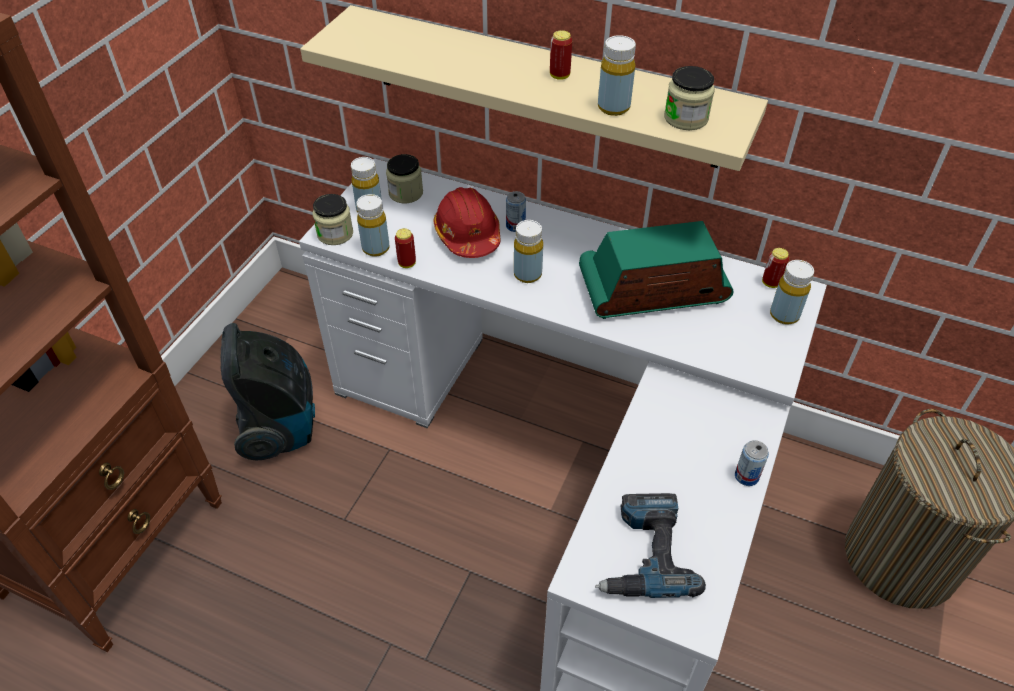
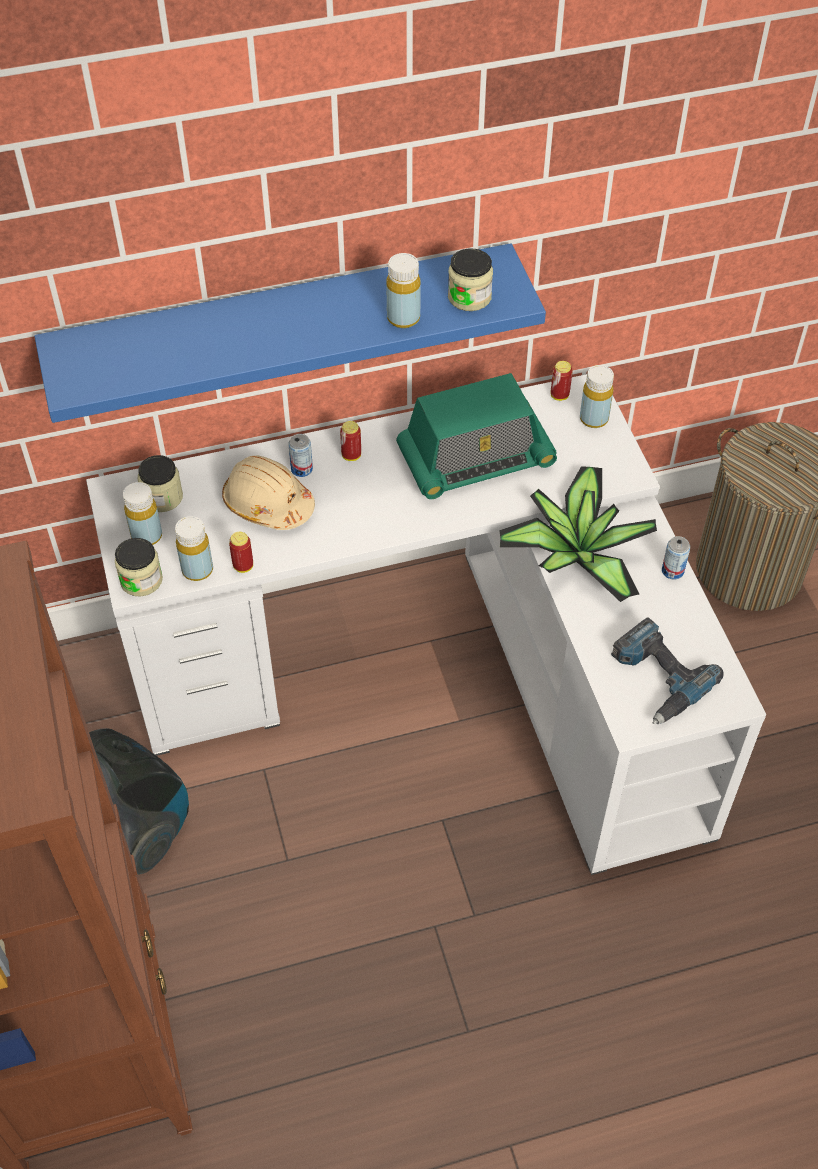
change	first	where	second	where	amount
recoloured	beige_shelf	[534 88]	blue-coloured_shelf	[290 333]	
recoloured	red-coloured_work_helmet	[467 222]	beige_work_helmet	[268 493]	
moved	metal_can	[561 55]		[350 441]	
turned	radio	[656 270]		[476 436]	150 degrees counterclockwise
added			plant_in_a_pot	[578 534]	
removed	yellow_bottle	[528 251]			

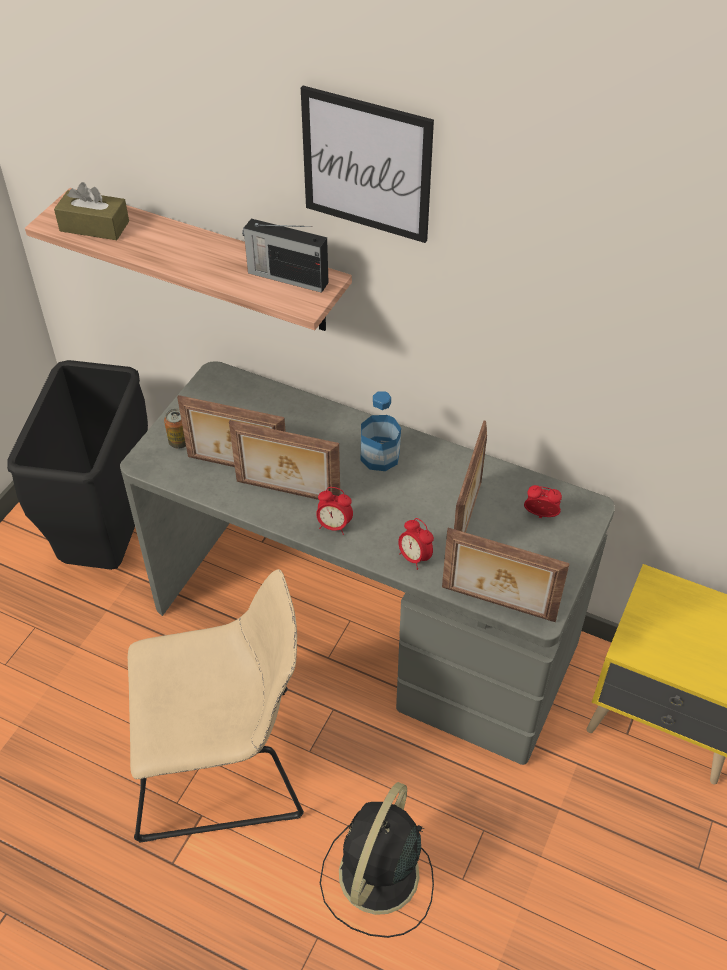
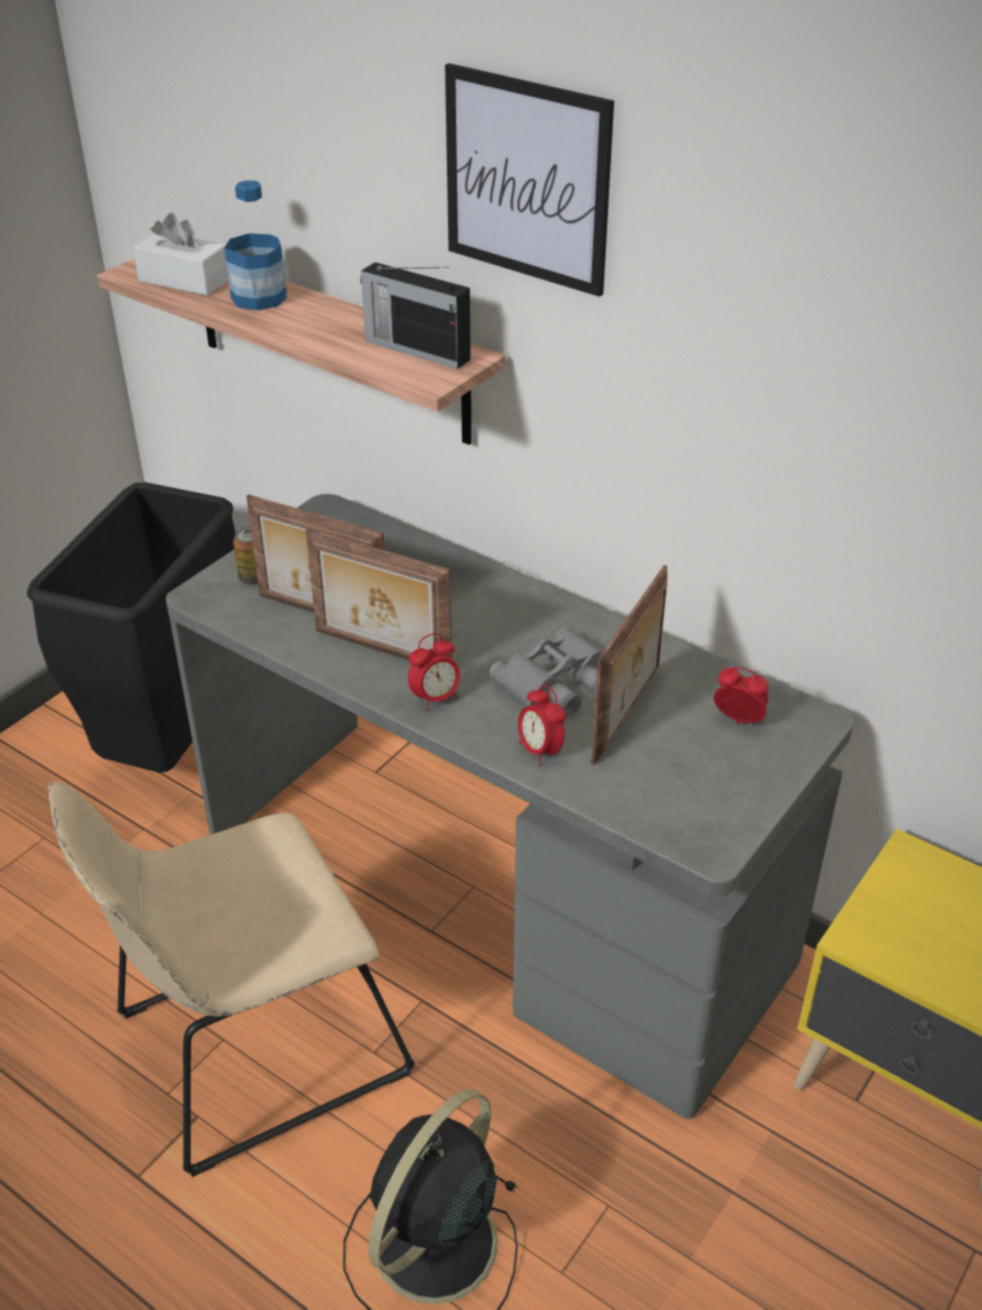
change	first	where	second	where	amount
turned	beige_plain_chair	[216 706]		[231 979]	150 degrees clockwise
recoloured	brown-coloured_tissue_holder	[91 211]	whitish_tissue_holder	[181 254]	
moved	bottle	[381 431]		[255 245]	
turned	alarm_clock	[334 511]		[434 672]	60 degrees counterclockwise
added			gray_binoculars	[546 671]	
removed	standing_frame	[506 575]			

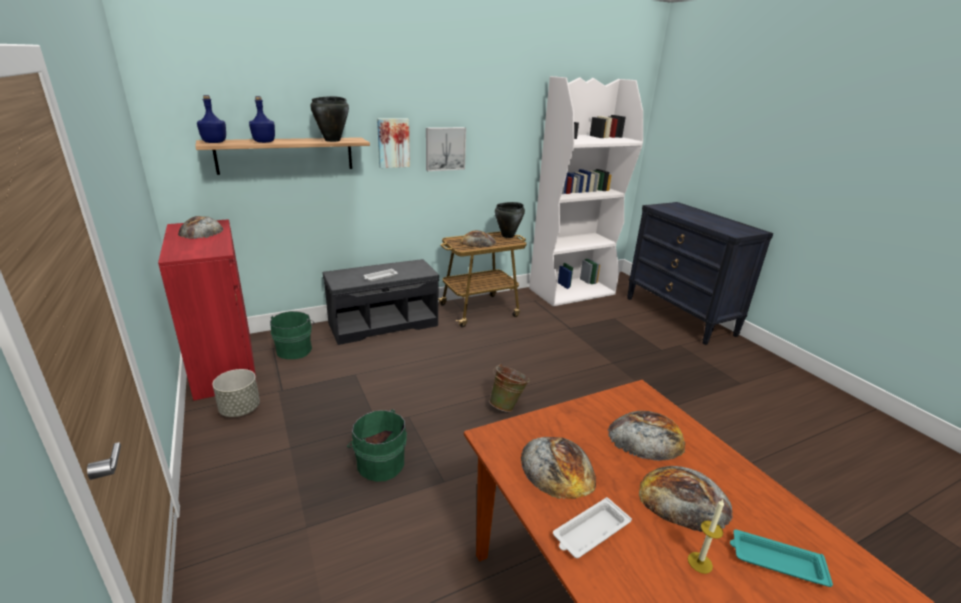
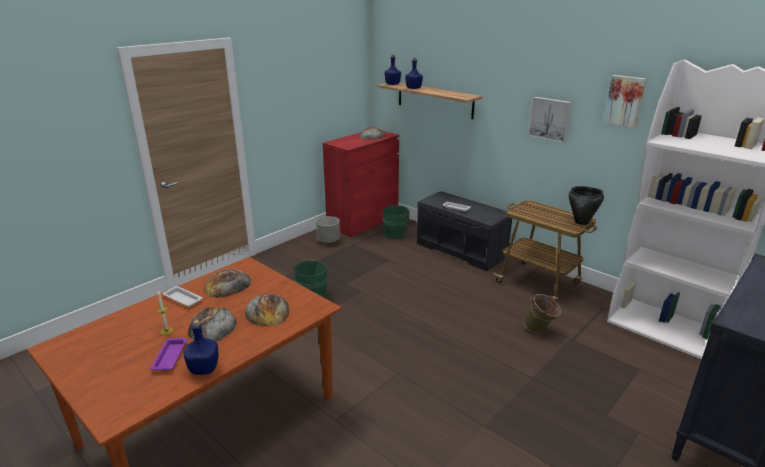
change	first	where	second	where	amount
recoloured	turquoise_serving_tray	[781 558]	purplish_serving_tray	[168 353]	
added			blue-coloured_bottle	[201 347]	
moved	green_water_bucket	[509 388]		[542 313]	
moved	picture	[393 143]		[624 101]	
removed	black_stockpot	[329 119]			
removed	bakery_bread	[478 238]			

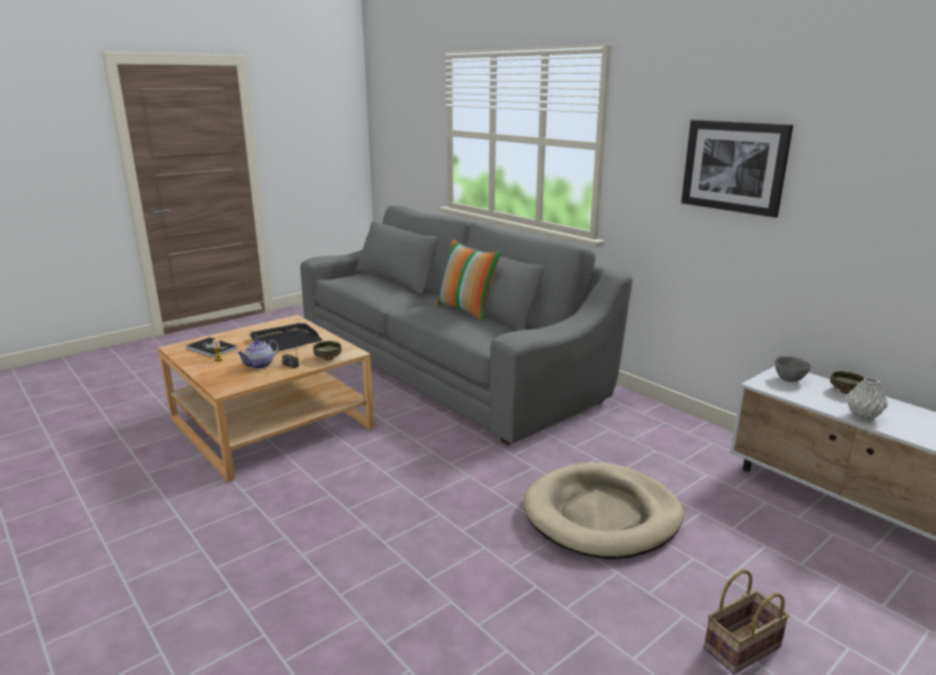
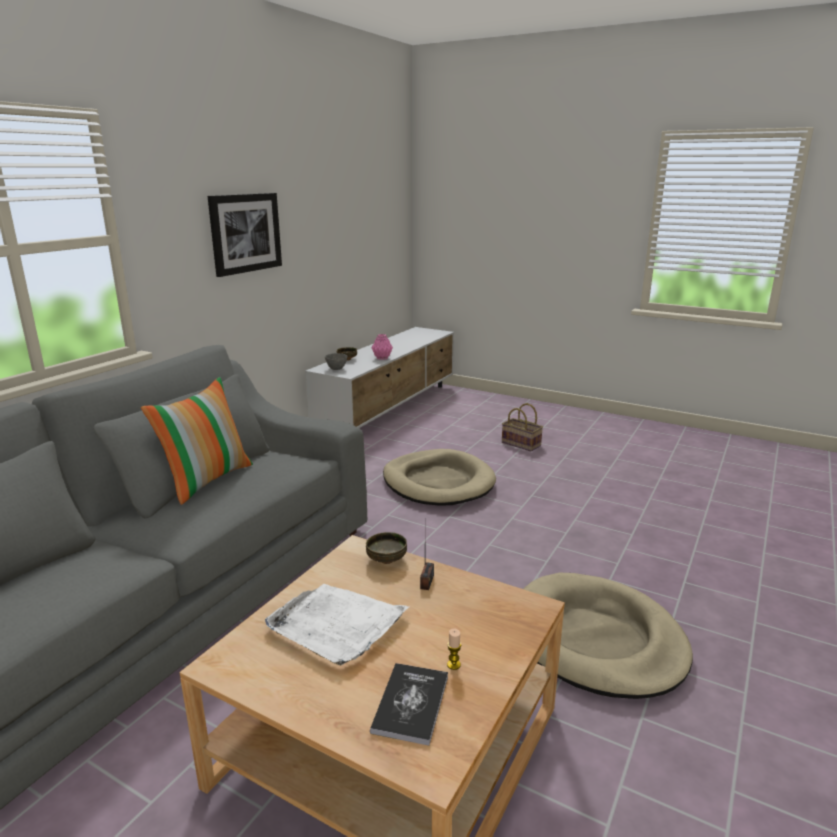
change	first	where	second	where	amount
recoloured	black_serving_tray	[286 337]	whitish_serving_tray	[337 624]	
recoloured	gray_decorative_vase	[867 399]	pink_decorative_vase	[382 347]	
added			beige_pet_bed	[608 636]	
removed	teapot	[258 354]			

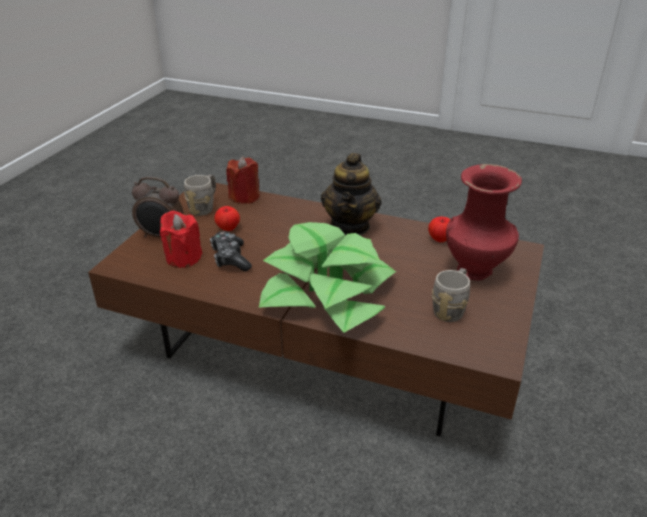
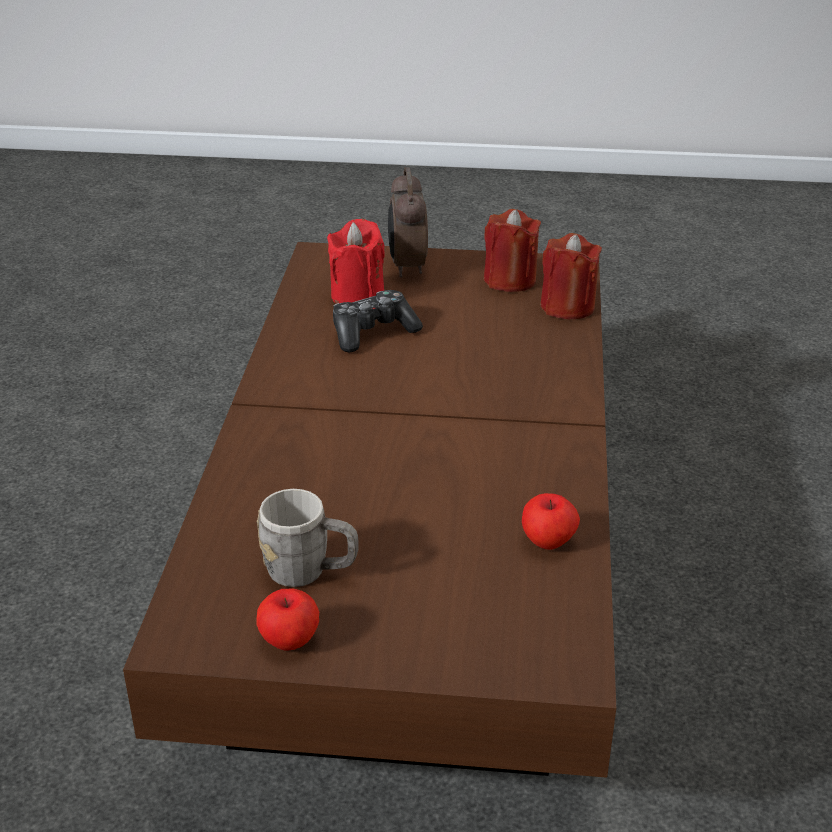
change	first	where	second	where	amount
moved	apple	[227 218]		[287 620]	
replaced	gray_coffee_mug	[200 195]	red-coloured_wax_candle	[512 250]	
removed	plant_in_a_pot	[327 277]			
removed	teapot	[351 194]			
removed	red-coloured_decorative_vase	[484 222]			

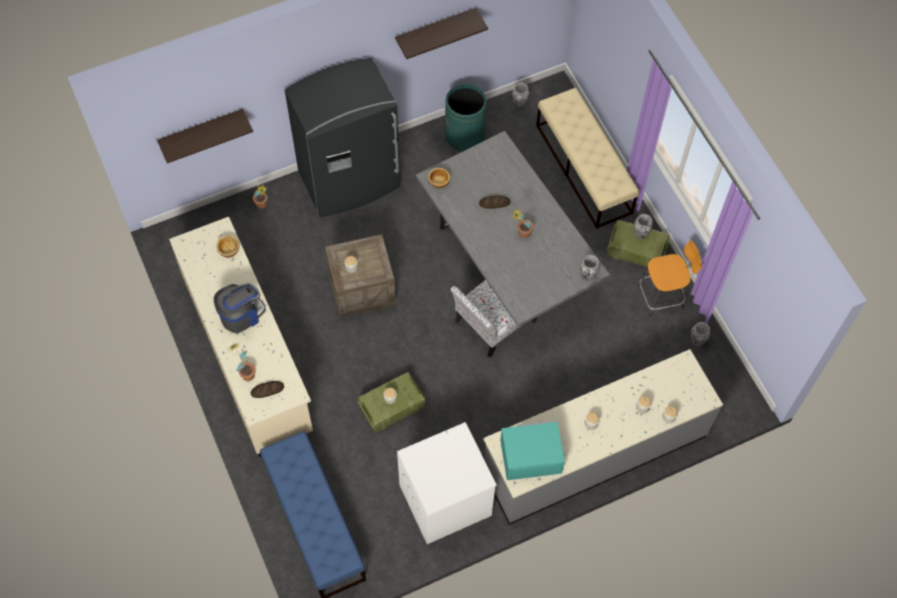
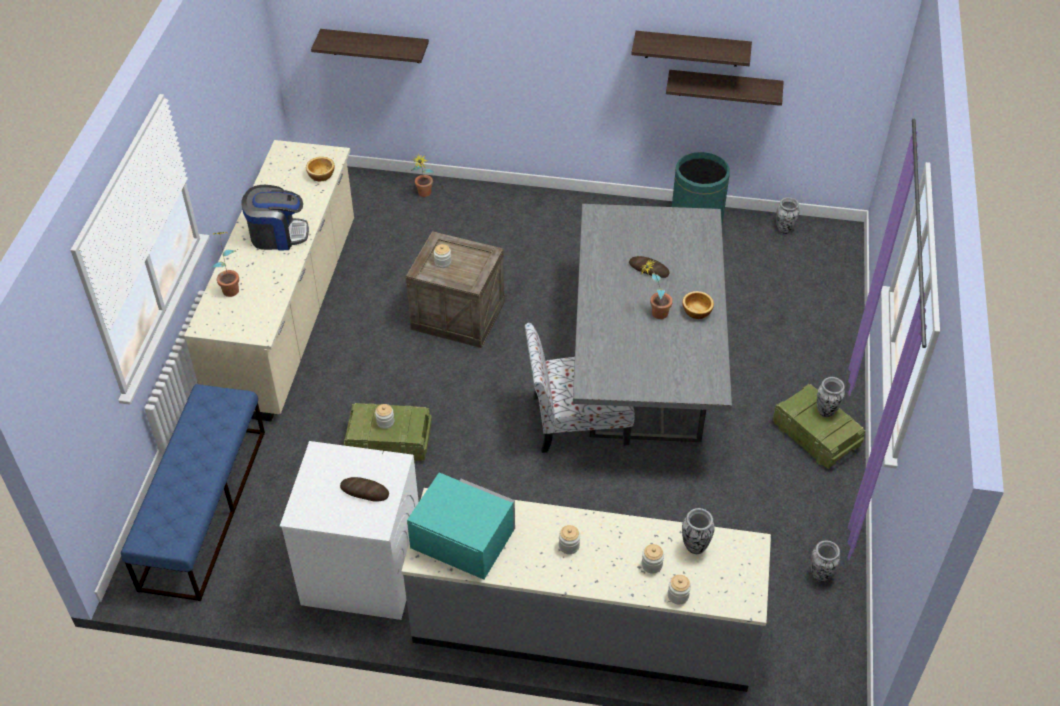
change	first	where	second	where	amount
moved	bakery_bread	[267 389]		[364 489]	
added			shelf	[725 88]	
moved	serving_bowl	[439 178]		[698 305]	
moved	decorative_vase	[590 268]		[698 531]	
removed	gray_kitchen_fridge	[343 137]			
removed	beige_bench	[587 158]			
removed	orangey_stool	[670 278]			

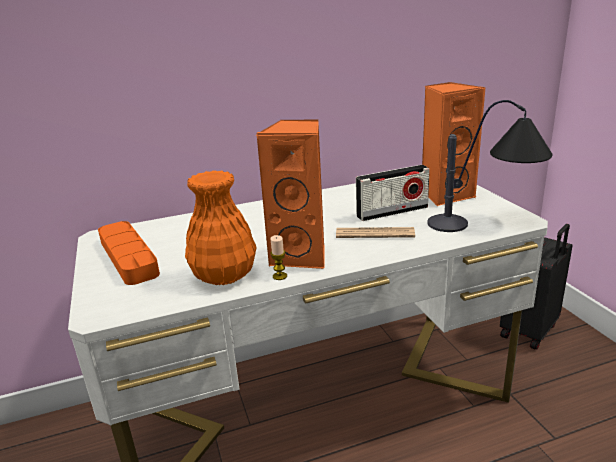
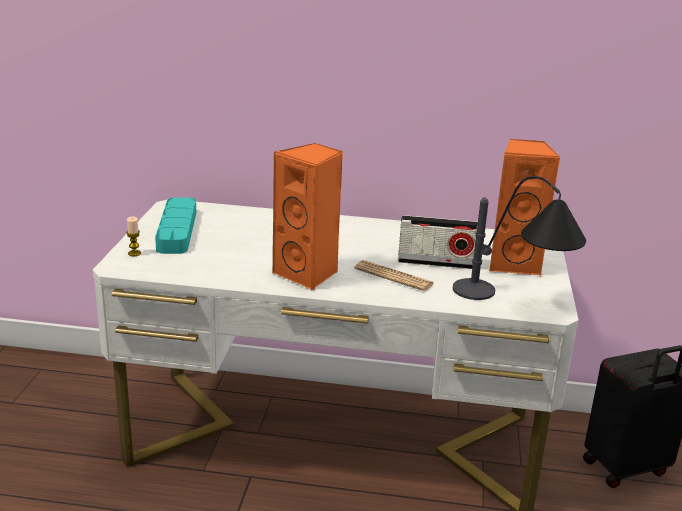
change	first	where	second	where	amount
moved	wax_candle	[278 257]		[133 236]	
recoloured	orangey_serving_tray	[129 253]	turquoise_serving_tray	[175 225]	
removed	orangey_decorative_vase	[220 227]			

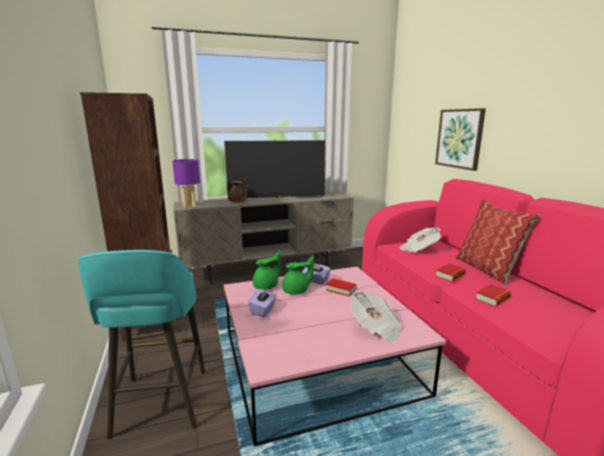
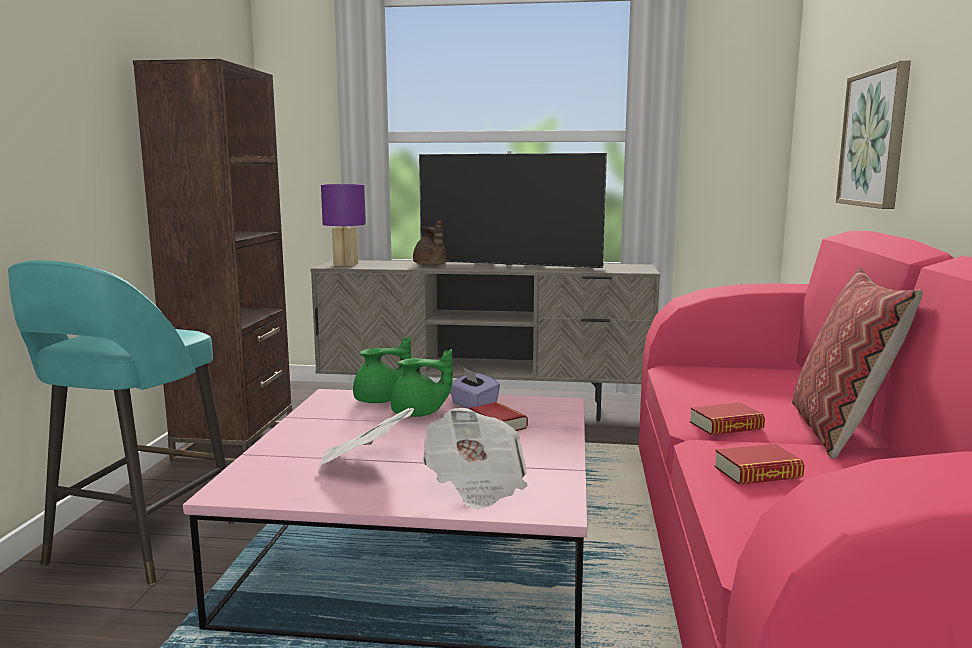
change	first	where	second	where	amount
moved	printed_paper	[420 240]		[365 437]	
removed	purplish_tissue_holder	[262 302]			

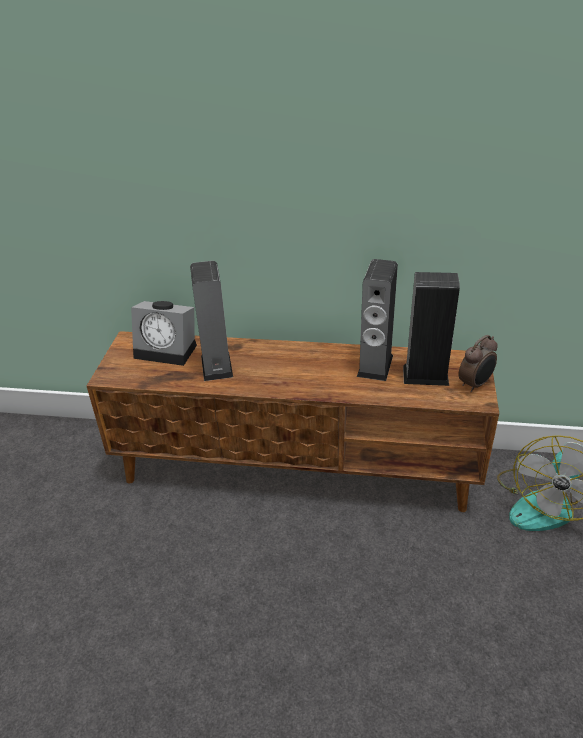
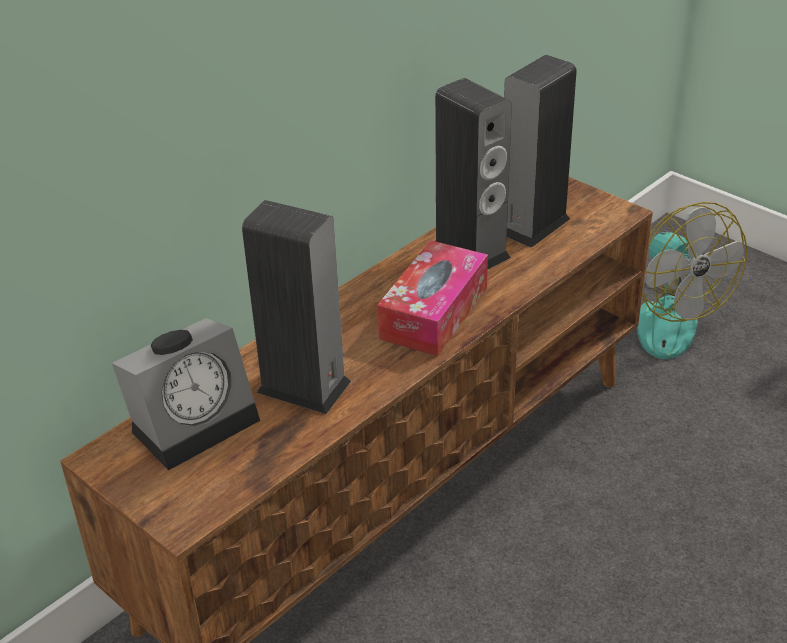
change	first	where	second	where	amount
added			tissue_holder	[432 298]	
removed	alarm_clock	[478 364]			

